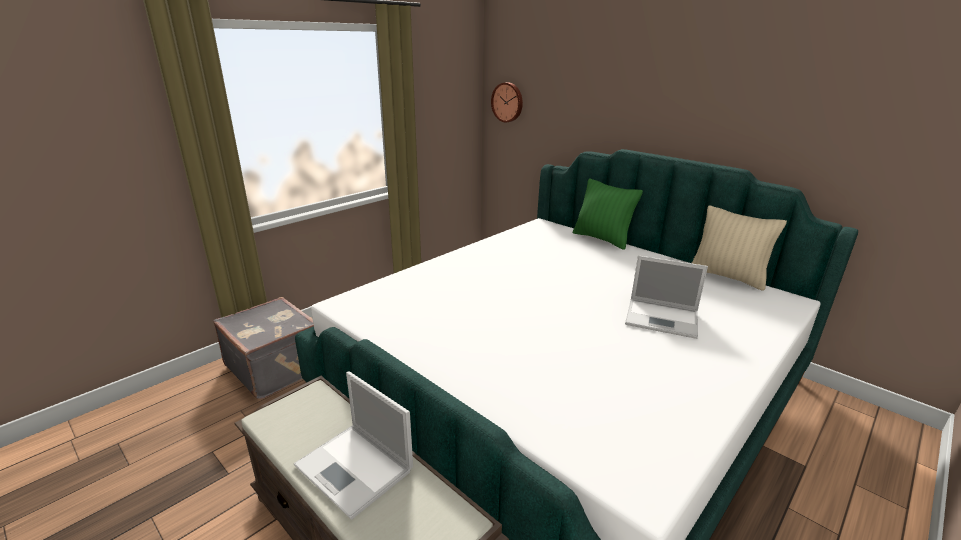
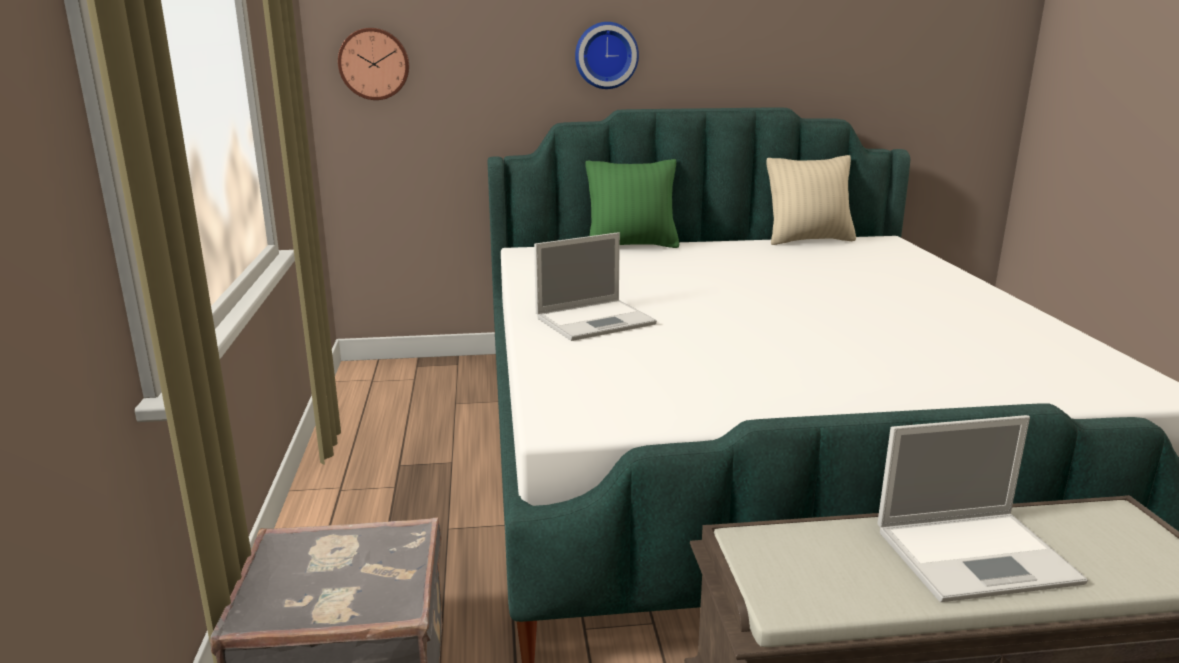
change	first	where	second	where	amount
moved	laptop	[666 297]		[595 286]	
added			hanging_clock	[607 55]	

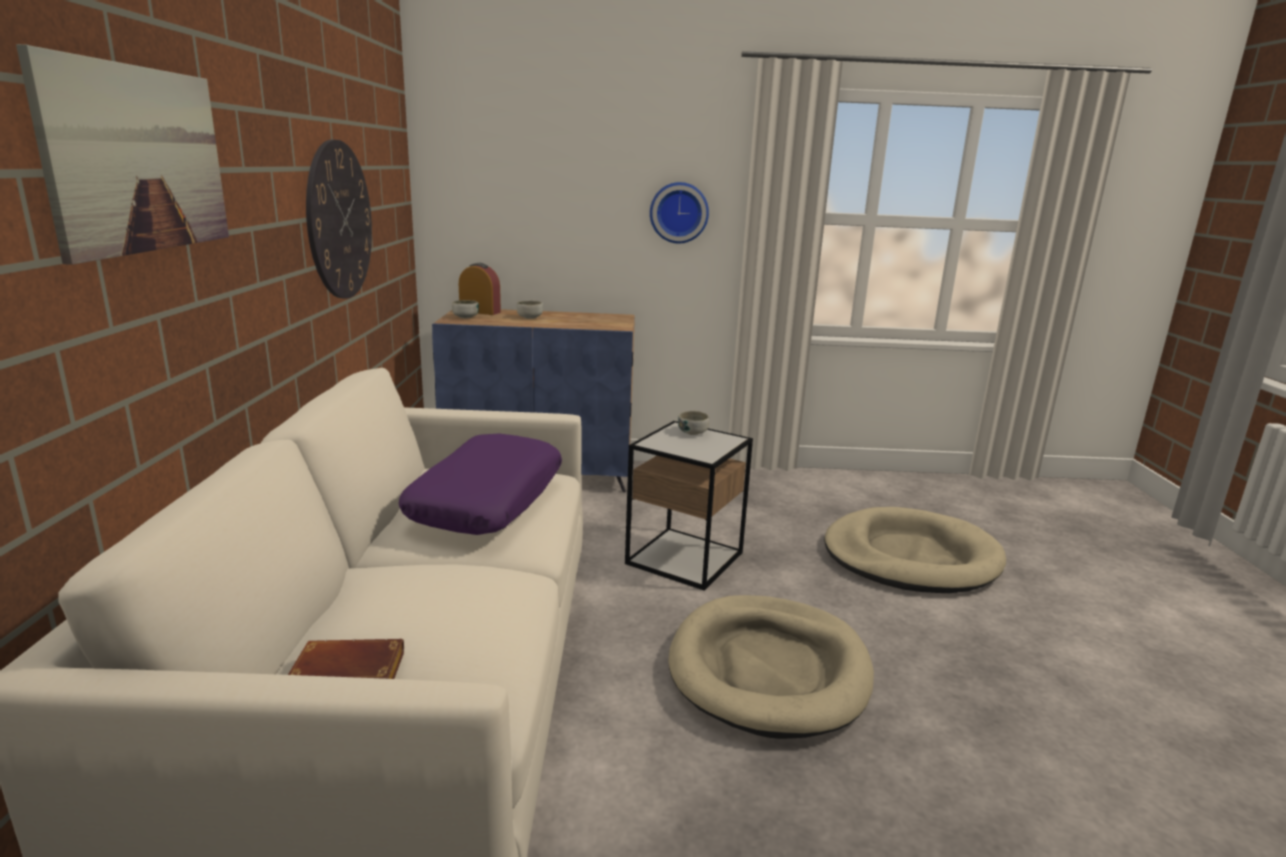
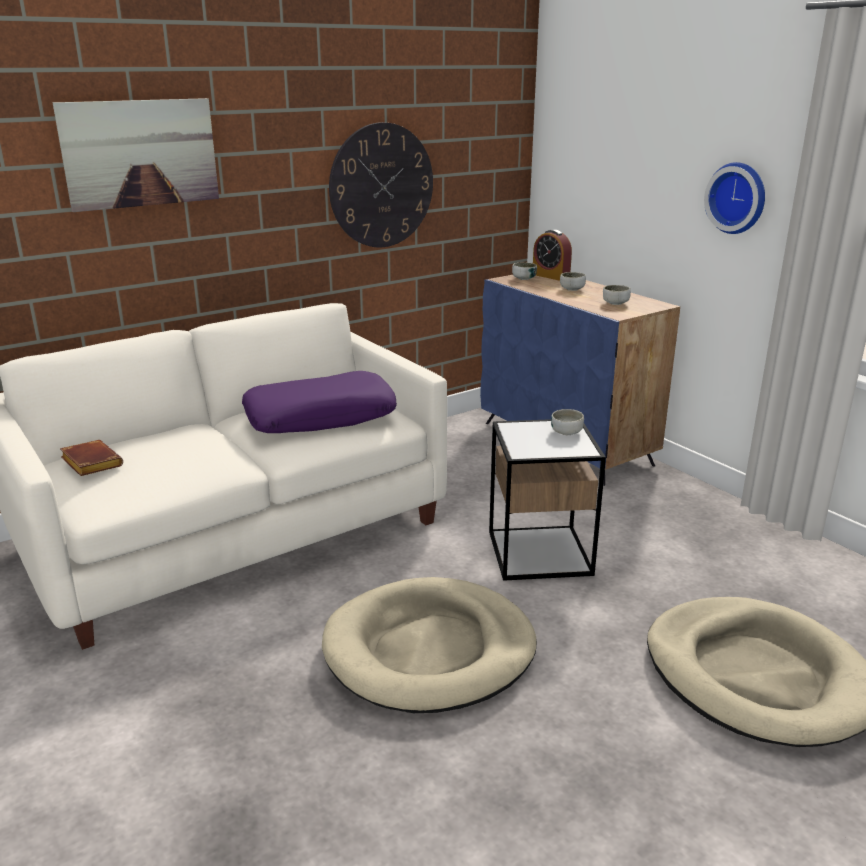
change	first	where	second	where	amount
turned	alarm_clock	[480 289]		[552 255]	150 degrees clockwise
added			serving_bowl	[617 295]	

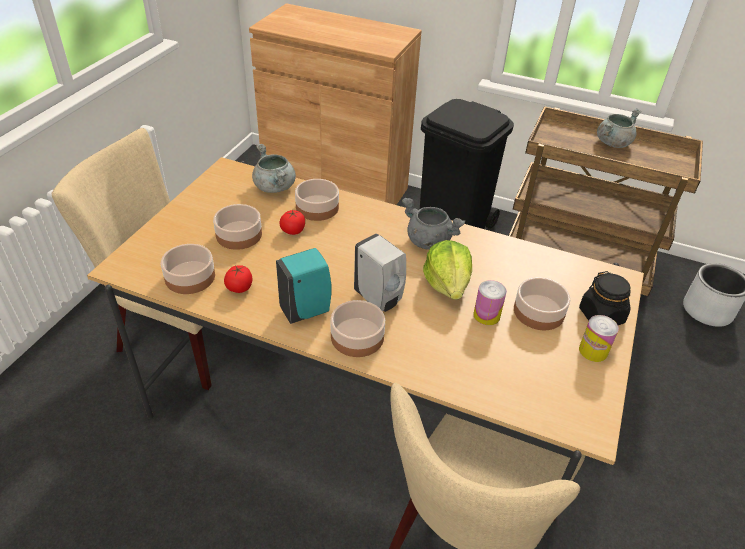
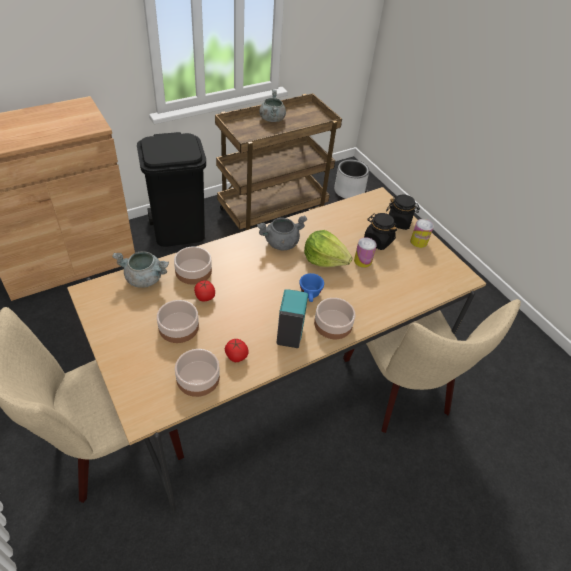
change	first	where	second	where	amount
replaced	whitish_soap_bottle	[380 272]	blue-coloured_drinking_cup	[311 287]	
replaced	serving_bowl	[542 303]	black_preserve_jar	[380 231]	

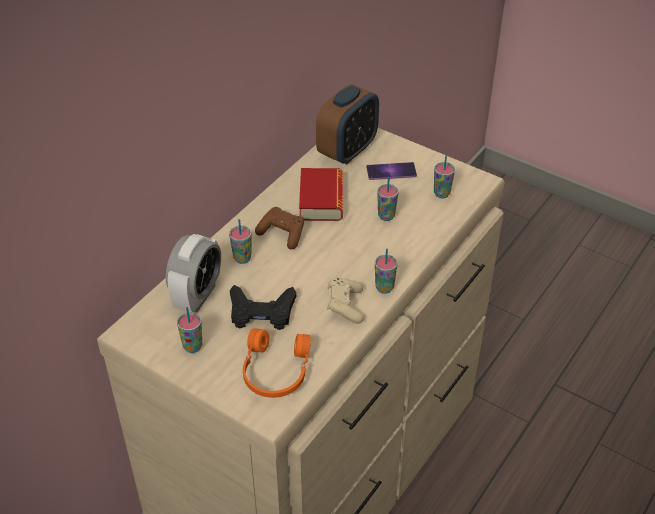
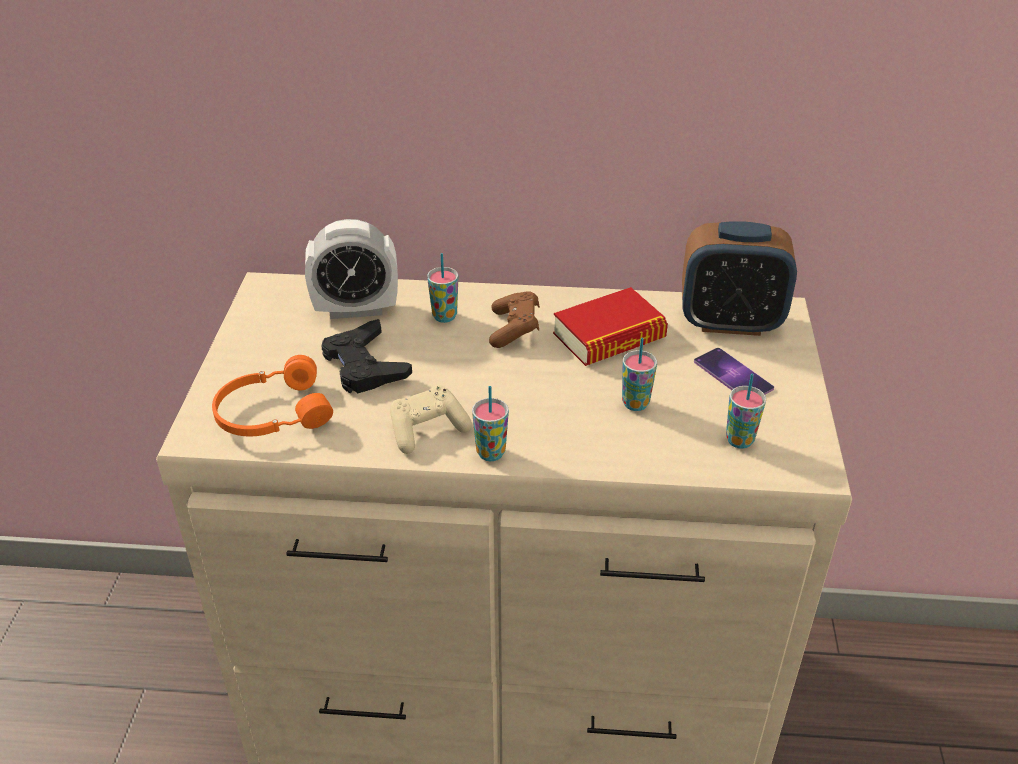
change	first	where	second	where	amount
removed	drinking_cup	[189 330]			

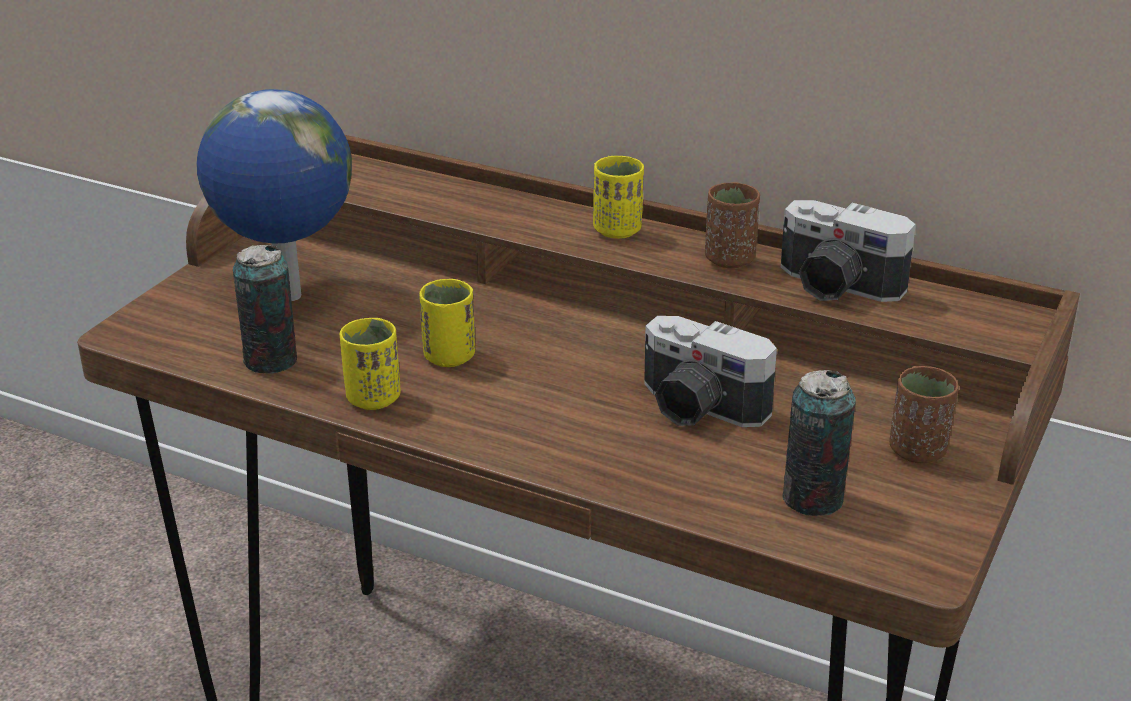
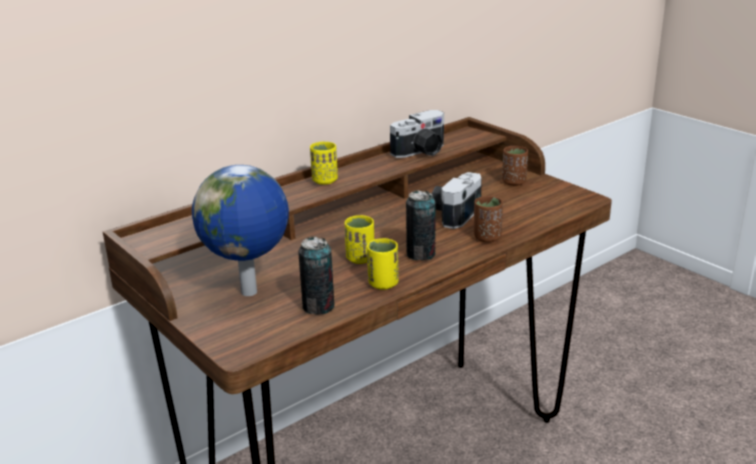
change	first	where	second	where	amount
moved	metal_can	[819 443]		[421 225]	
turned	still_camera	[710 371]		[456 200]	150 degrees clockwise
moved	brown-coloured_drinking_cup	[732 225]		[488 219]	

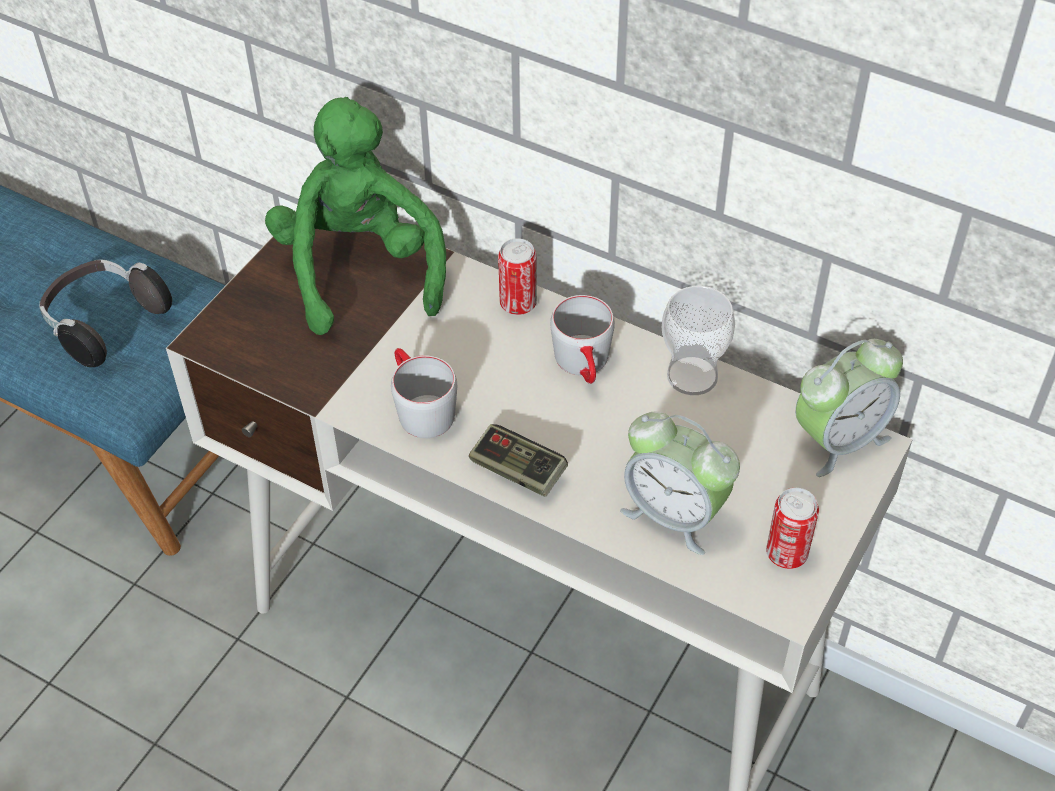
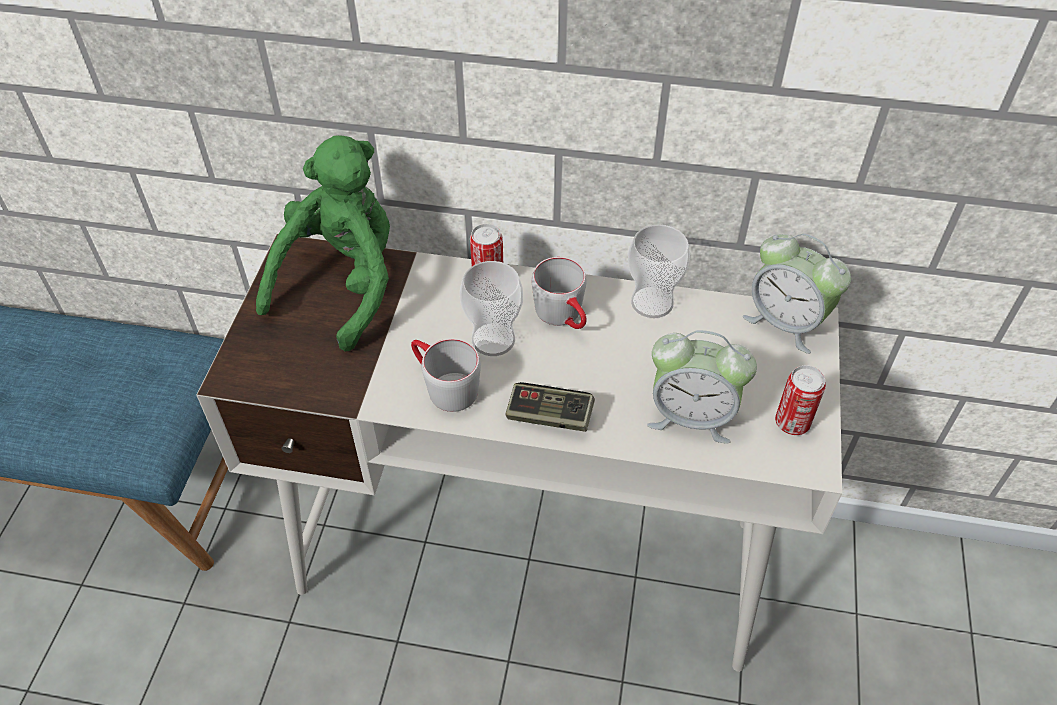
change	first	where	second	where	amount
turned	green_cuddly_toy	[355 216]		[323 244]	60 degrees clockwise
added			drinking_cup	[491 308]	
turned	alarm_clock	[849 408]		[797 294]	90 degrees clockwise
removed	headset	[105 313]			

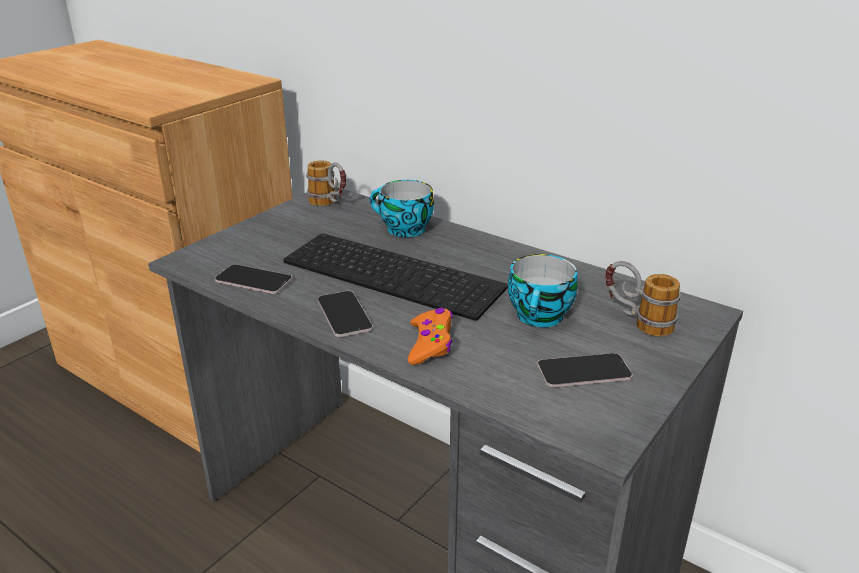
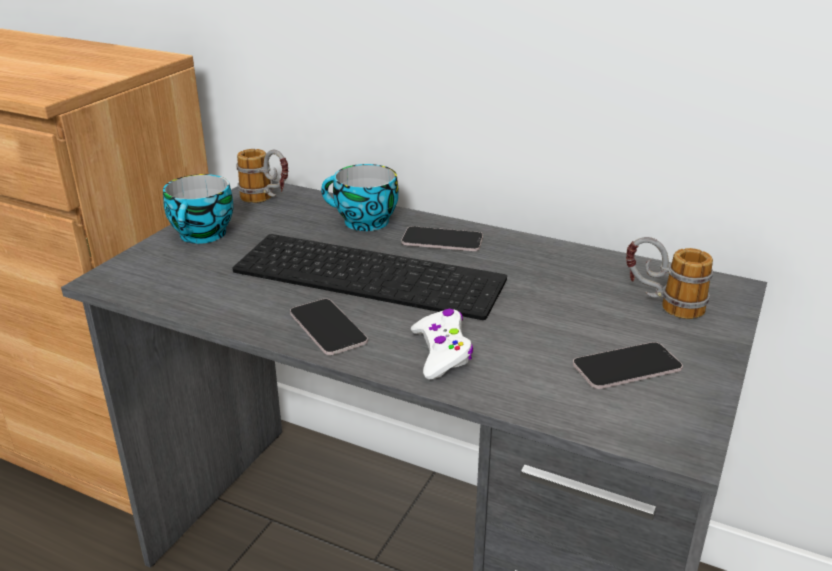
change	first	where	second	where	amount
moved	drinking_cup	[543 290]		[198 209]	
moved	handset	[253 279]		[442 238]	
recoloured	orangey_joypad	[430 336]	whitish_joypad	[442 344]	

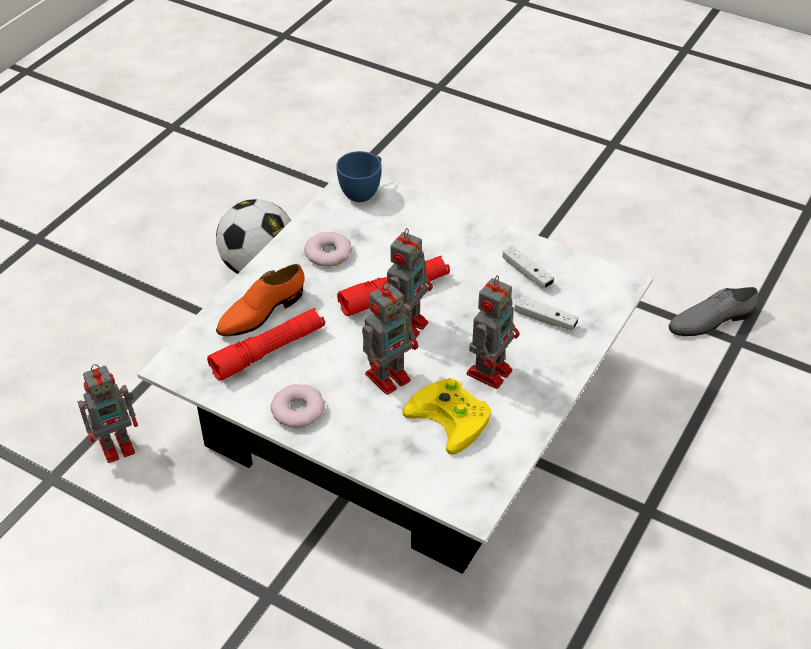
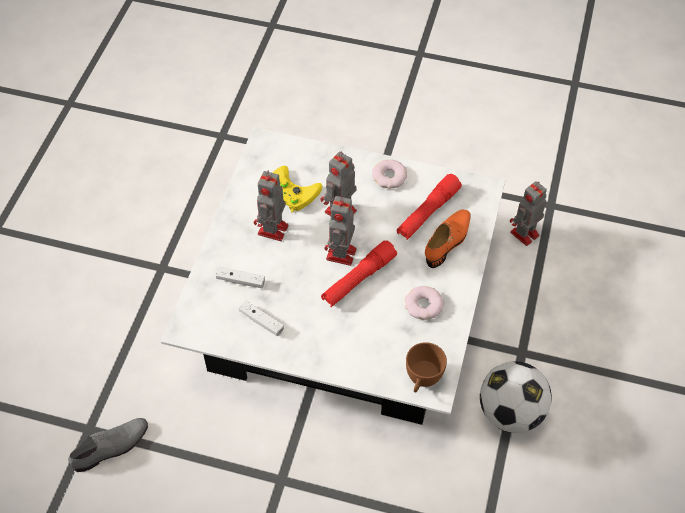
change	first	where	second	where	amount
recoloured	blue-coloured_drinking_cup	[359 176]	brown-coloured_drinking_cup	[426 367]	

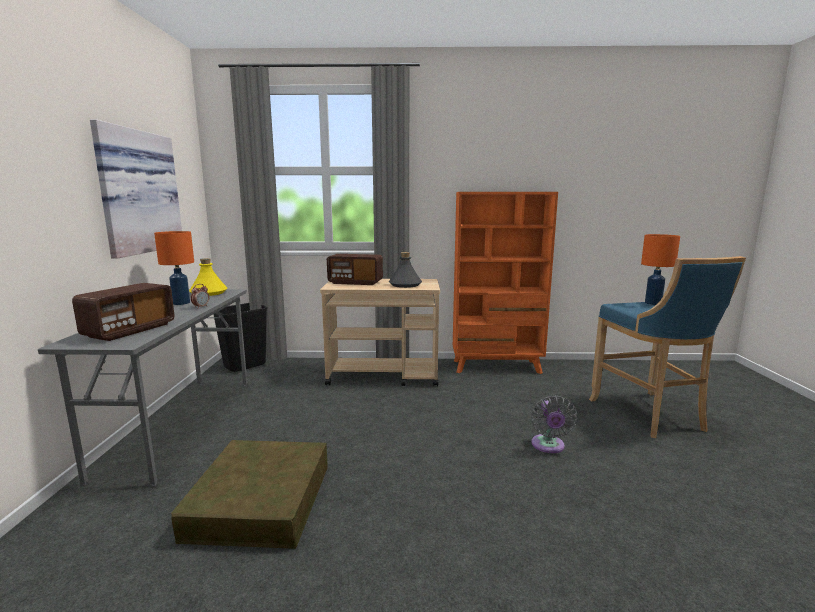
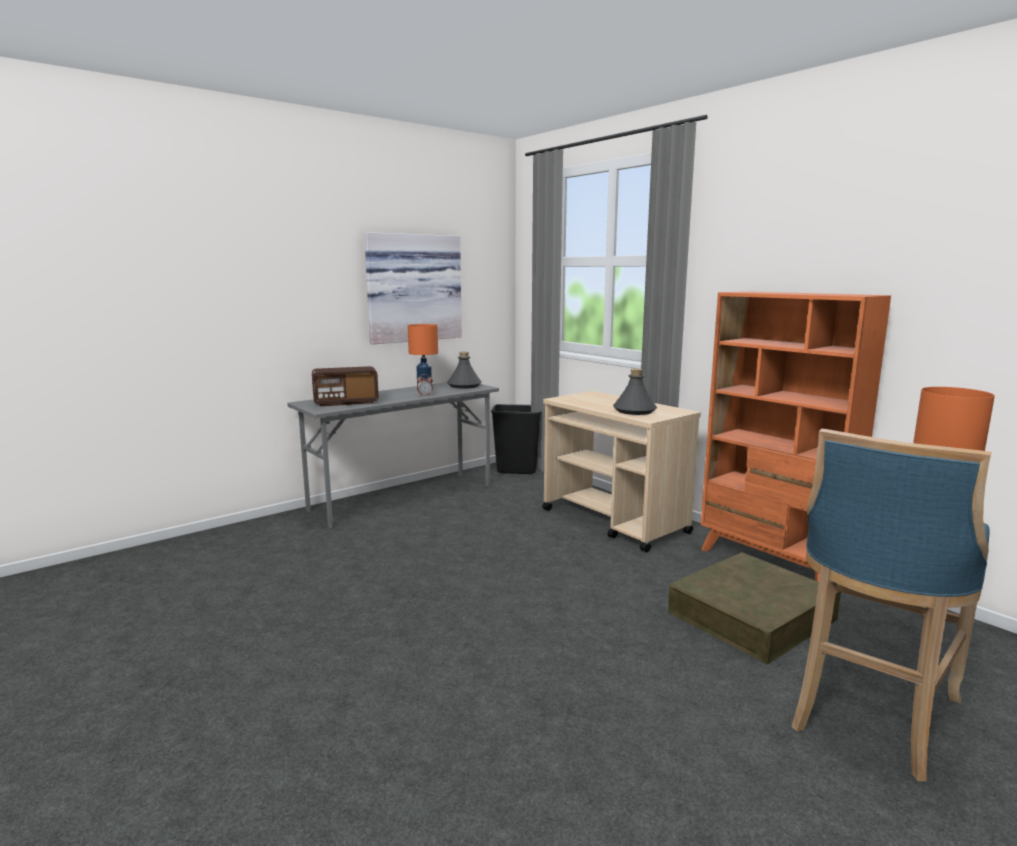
change	first	where	second	where	amount
recoloured	yellow_bottle	[208 277]	gray_bottle	[464 370]	
moved	brown-coloured_storage_box	[249 494]		[754 608]	
removed	radio	[355 269]			
removed	gray_fan	[554 424]			

